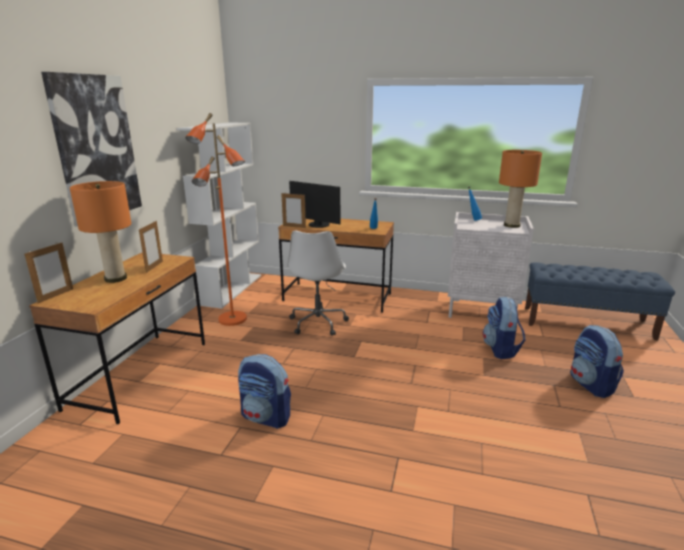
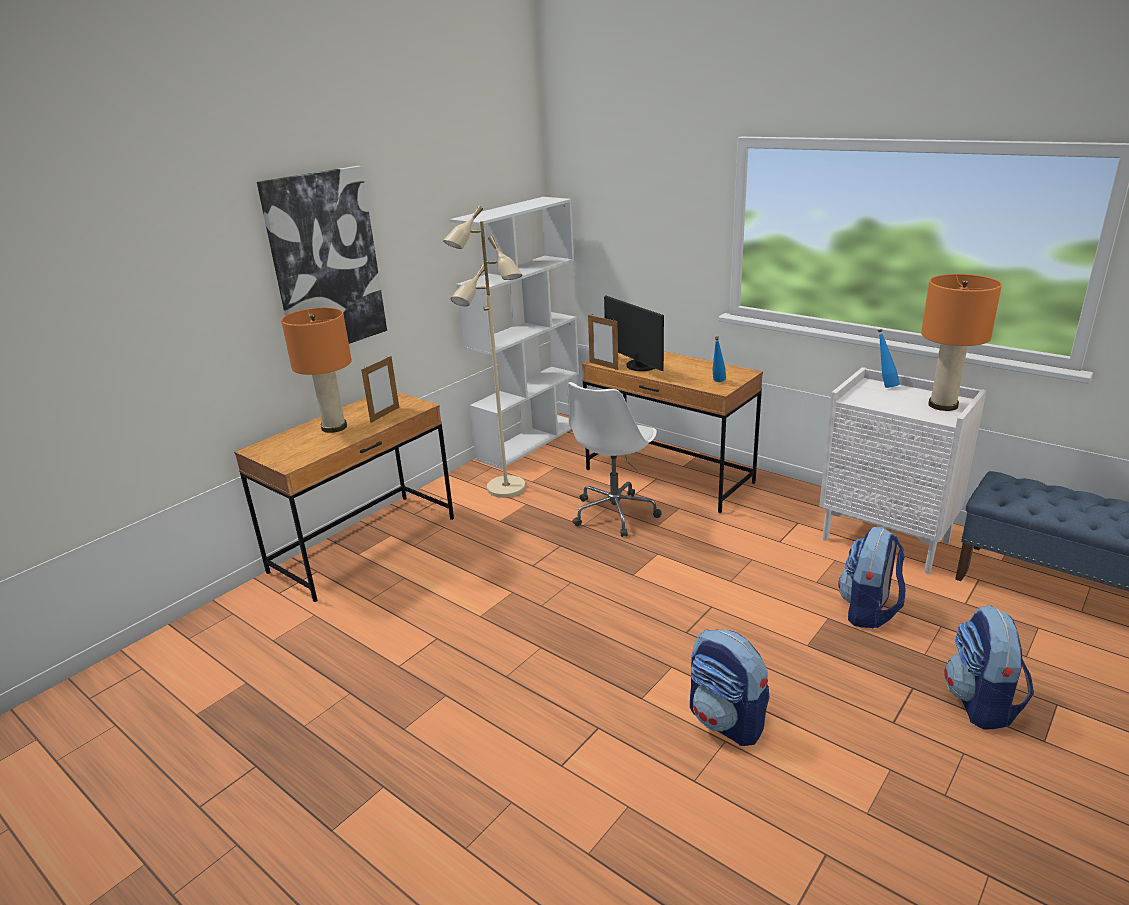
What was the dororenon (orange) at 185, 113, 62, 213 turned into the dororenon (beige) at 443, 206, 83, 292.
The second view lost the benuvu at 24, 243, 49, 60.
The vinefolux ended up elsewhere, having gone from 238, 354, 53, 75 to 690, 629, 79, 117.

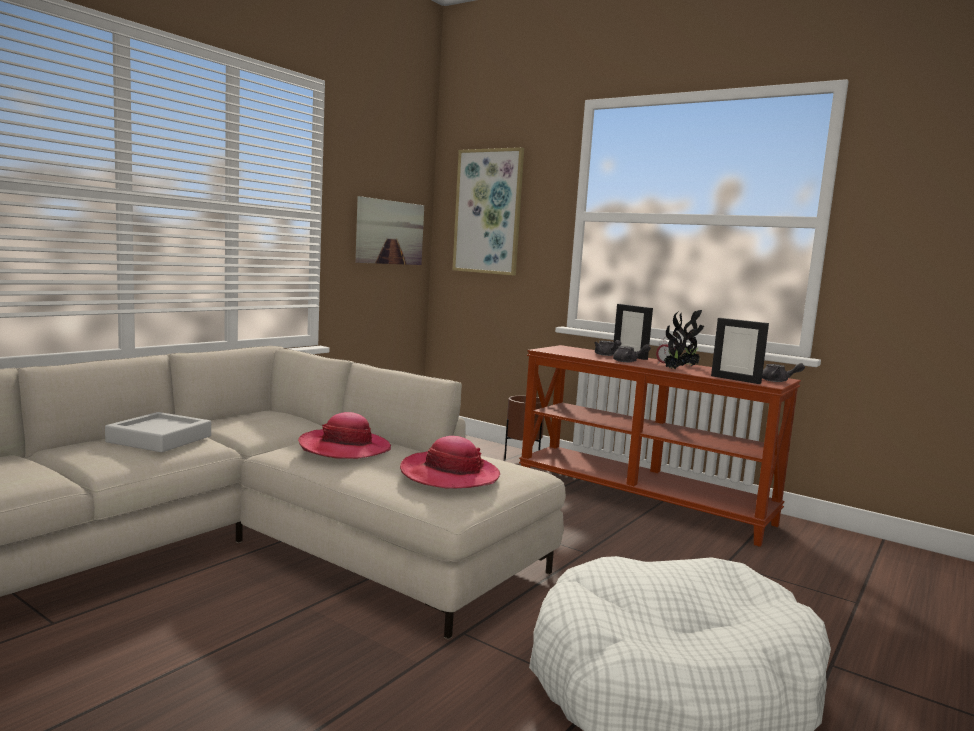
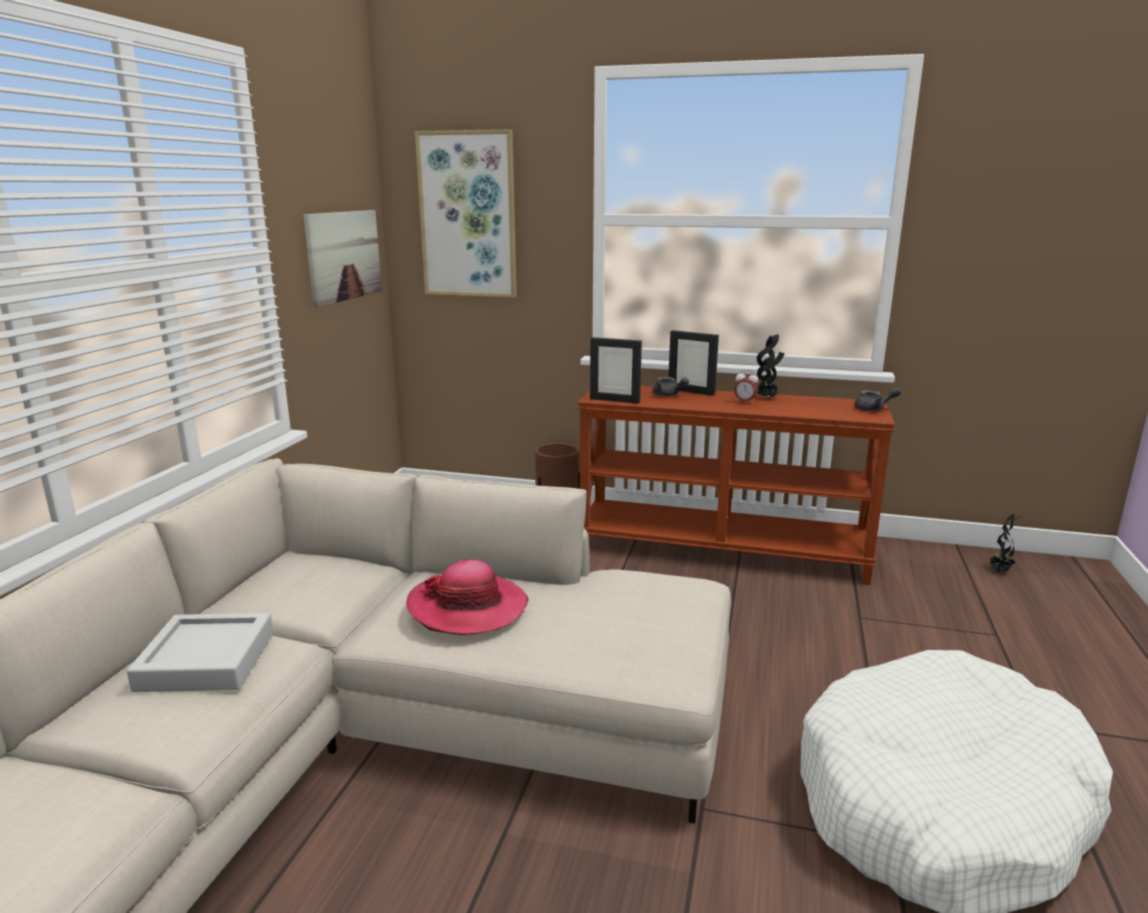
The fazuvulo ended up elsewhere, having gone from 664, 311, 24, 58 to 990, 514, 31, 59.
The benuvu ended up elsewhere, having gone from 711, 318, 58, 66 to 590, 337, 52, 67.
The second view lost the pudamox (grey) at 613, 344, 38, 18.
The second view lost the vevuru at 400, 436, 100, 53.

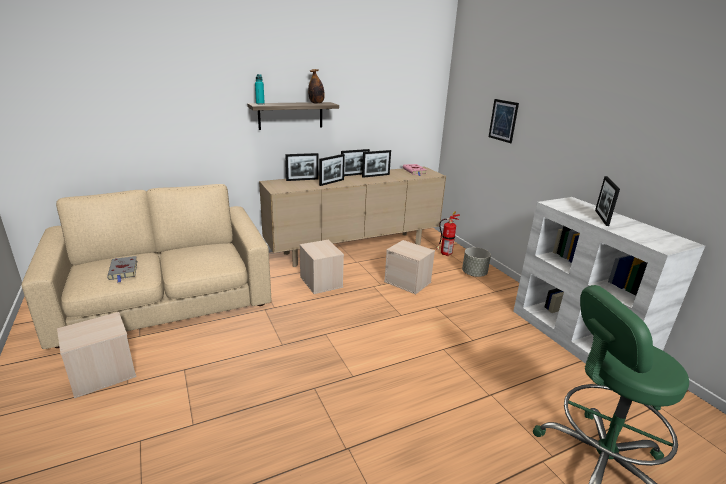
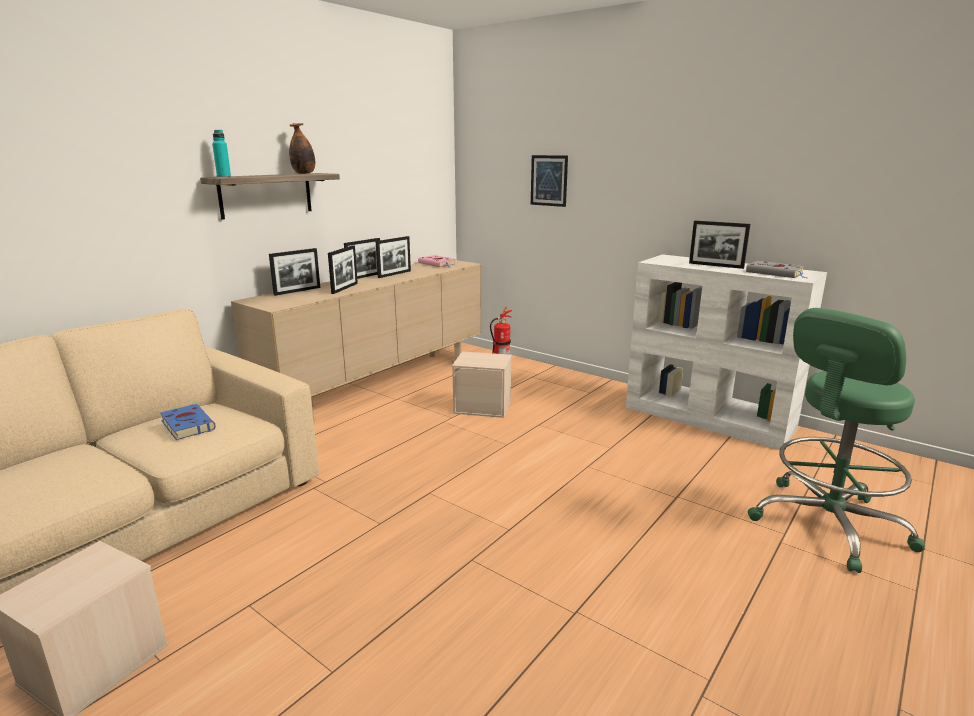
The benuvu at 595, 176, 25, 50 ended up facing another way, 45 degrees counterclockwise from before.
The second view lost the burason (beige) at 299, 240, 45, 54.
The second view lost the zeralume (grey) at 462, 247, 29, 30.
The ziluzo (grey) ended up elsewhere, having gone from 107, 256, 30, 27 to 746, 261, 60, 17.
The second view gained the ziluzo (blue) at 160, 404, 56, 36.

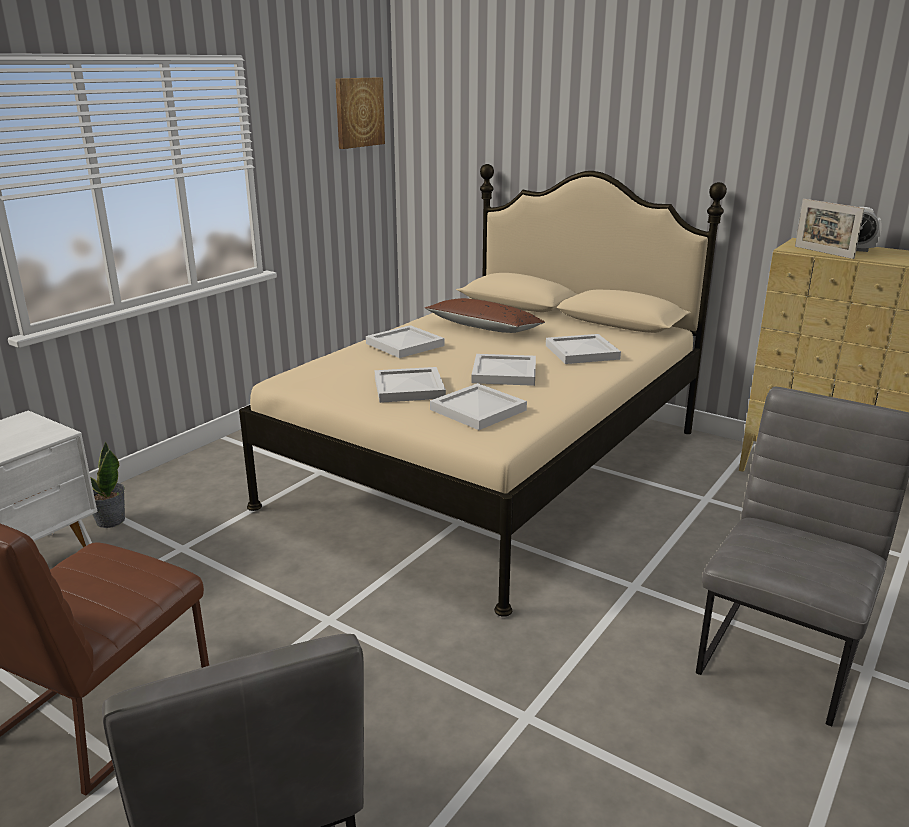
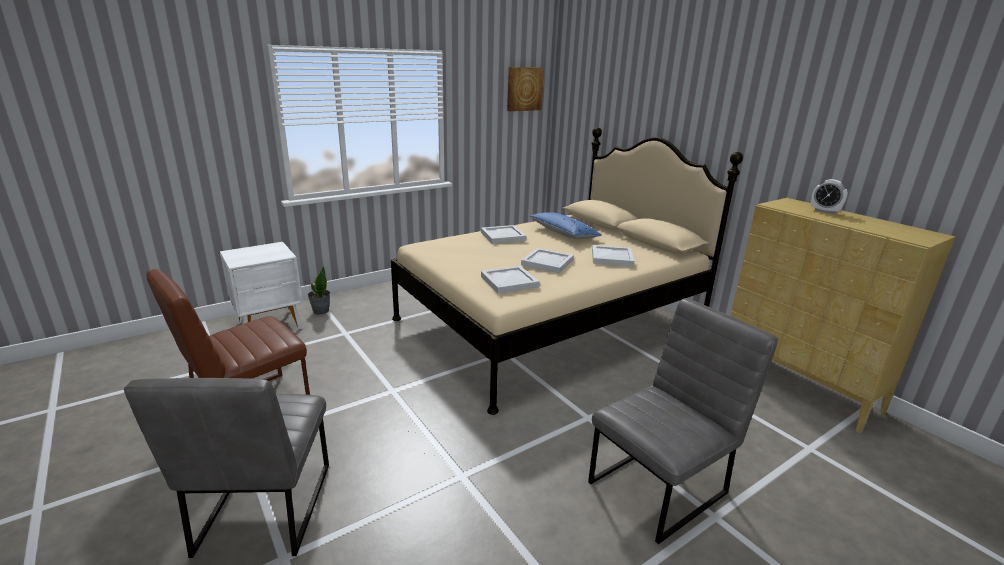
The second view lost the benuvu at 795, 199, 70, 60.
What was the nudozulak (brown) at 425, 298, 120, 35 turned into the nudozulak (blue) at 529, 212, 73, 27.
The second view lost the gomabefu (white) at 375, 367, 71, 36.

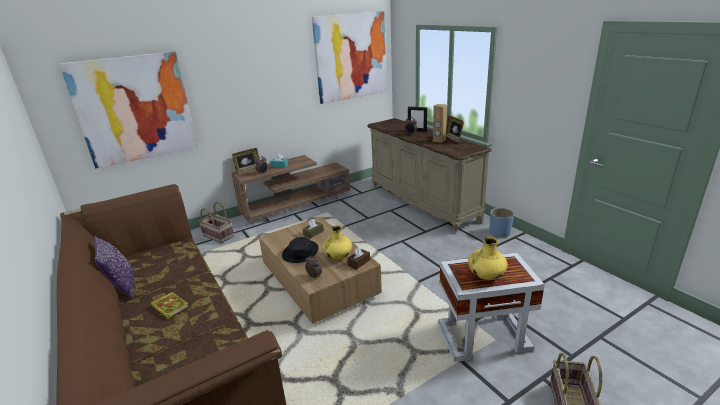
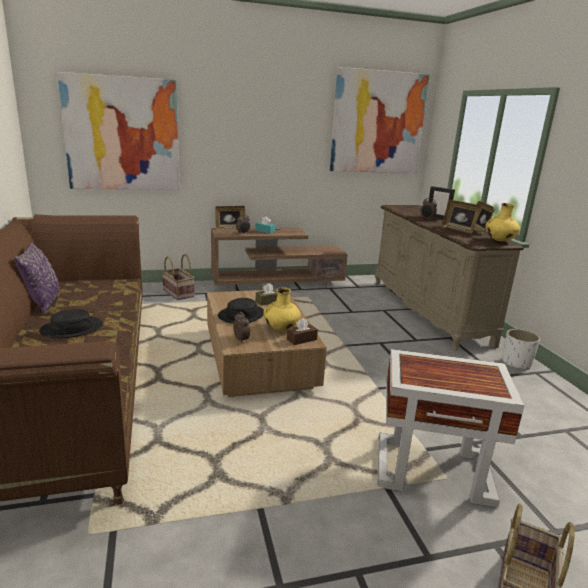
Where the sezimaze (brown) stood at 433, 104, 14, 39, the benuvu came to stand at 442, 200, 38, 34.
What was the zeralume (blue) at 489, 208, 25, 29 turned into the zeralume (white) at 502, 329, 38, 40.
The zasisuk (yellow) ended up elsewhere, having gone from 468, 236, 40, 44 to 485, 203, 35, 38.
Where the ziluzo stood at 150, 292, 38, 27, the vevuru (black) came to stand at 39, 309, 64, 29.

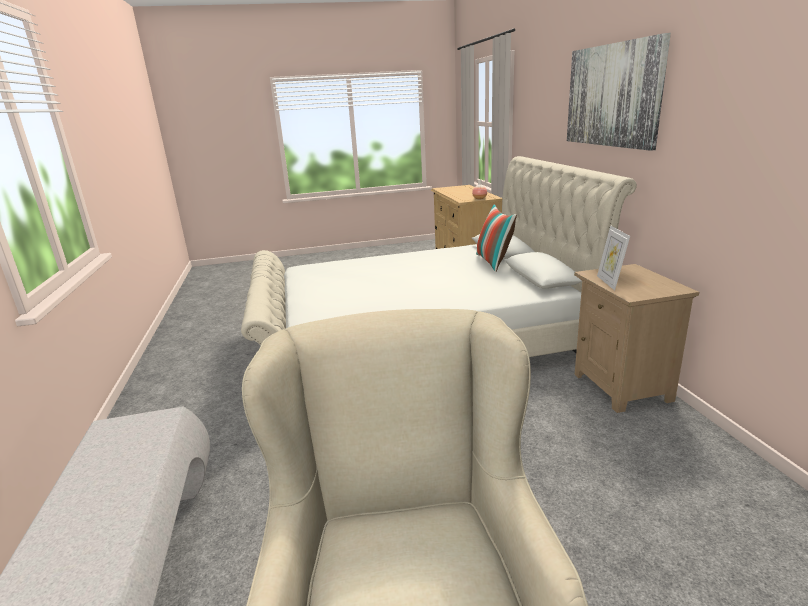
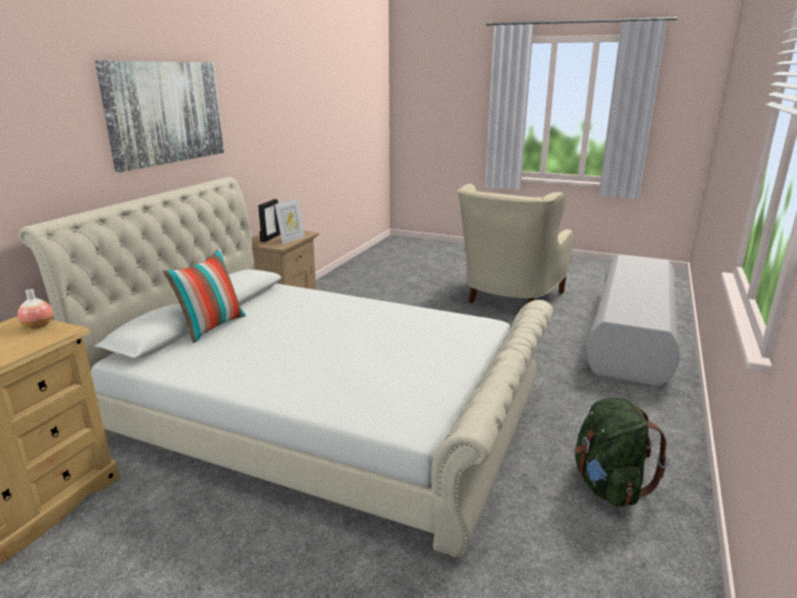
The second view gained the benuvu at 258, 199, 23, 43.
The second view gained the vinefolux (green) at 575, 398, 93, 109.

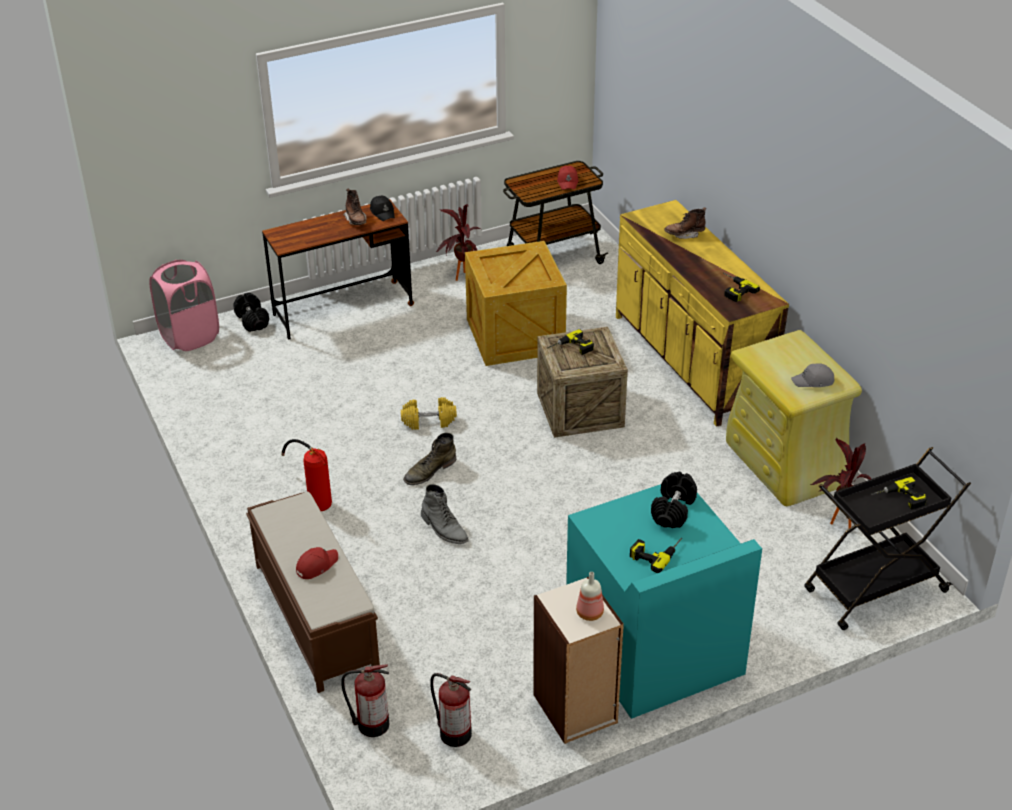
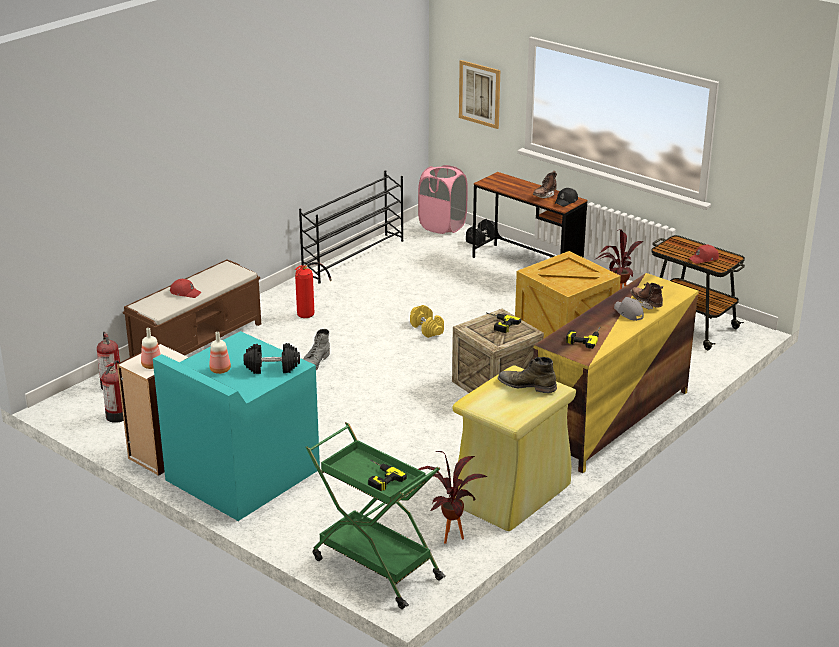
The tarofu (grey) ended up elsewhere, having gone from 791, 363, 43, 24 to 614, 297, 30, 24.
The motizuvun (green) ended up elsewhere, having gone from 403, 433, 53, 52 to 498, 357, 59, 36.
What was the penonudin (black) at 804, 447, 167, 183 turned into the penonudin (green) at 306, 422, 140, 187.
Where the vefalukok stood at 630, 538, 52, 35, the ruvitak came to stand at 209, 332, 22, 42.
The second view gained the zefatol at 459, 60, 41, 69.
The second view gained the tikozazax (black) at 299, 170, 104, 114.

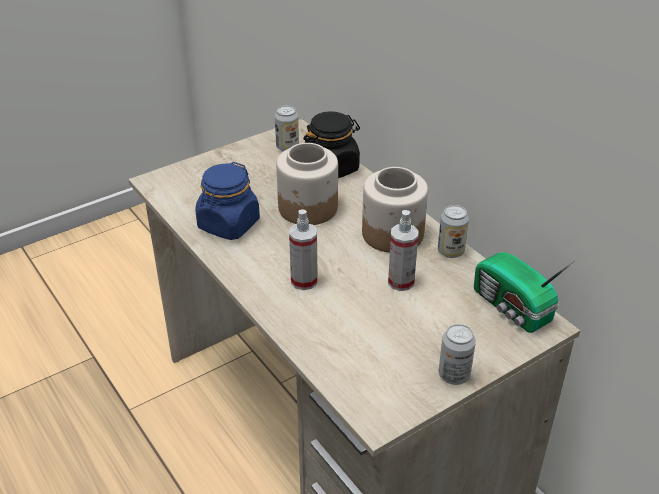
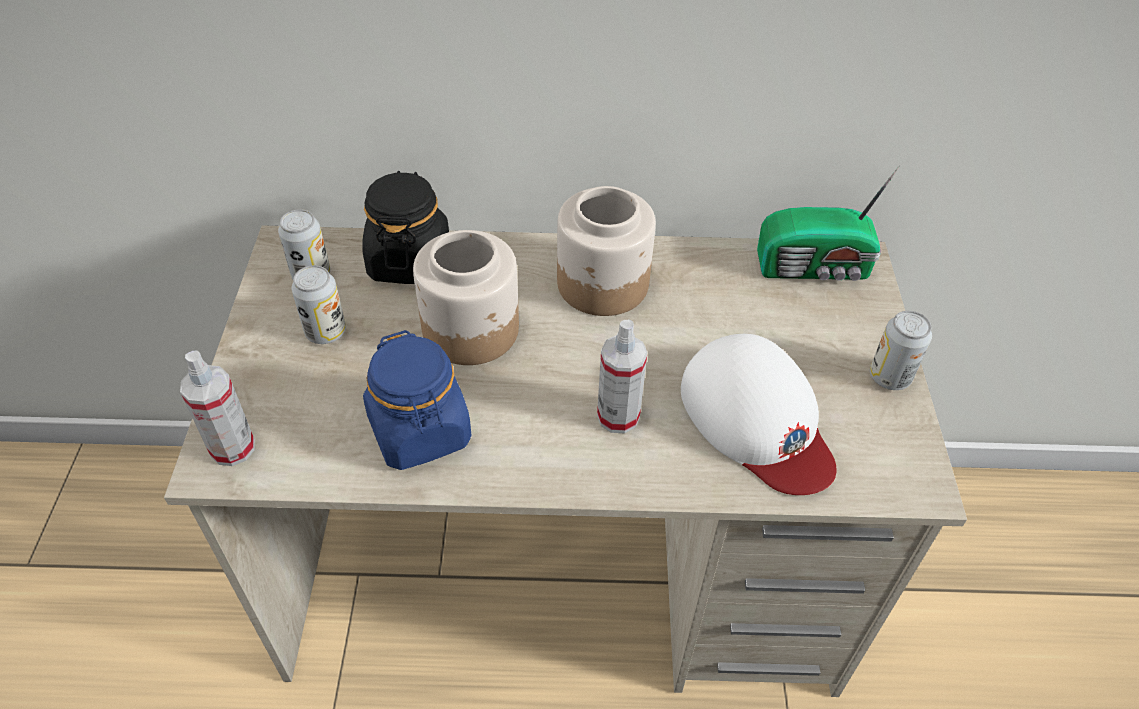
The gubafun ended up elsewhere, having gone from 438, 205, 31, 53 to 291, 265, 55, 79.
The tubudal ended up elsewhere, having gone from 388, 210, 31, 81 to 180, 351, 75, 115.
The second view gained the tarofu (white) at 681, 334, 156, 161.

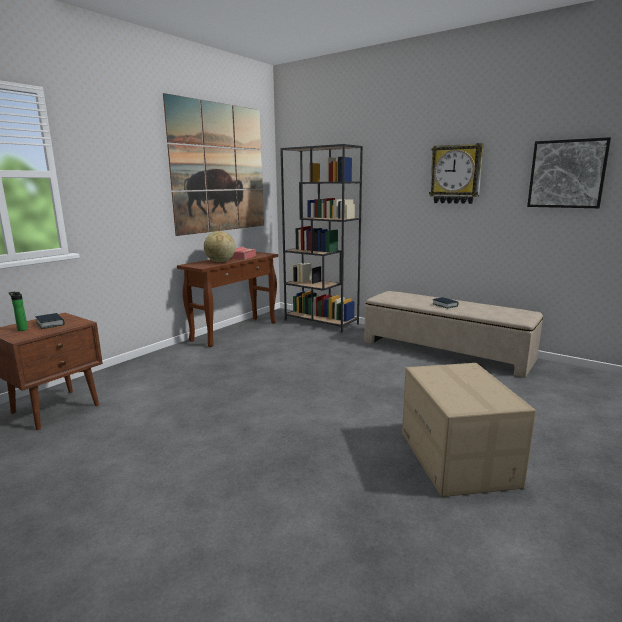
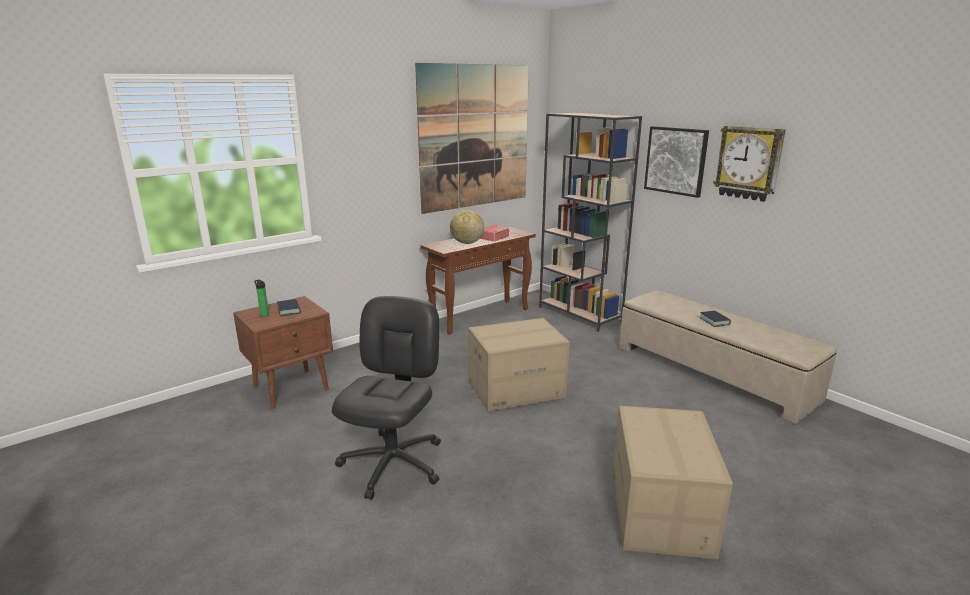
The zefatol ended up elsewhere, having gone from 527, 137, 84, 71 to 644, 126, 65, 72.
The second view gained the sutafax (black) at 332, 296, 109, 204.
The second view gained the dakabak at 468, 318, 102, 94.

